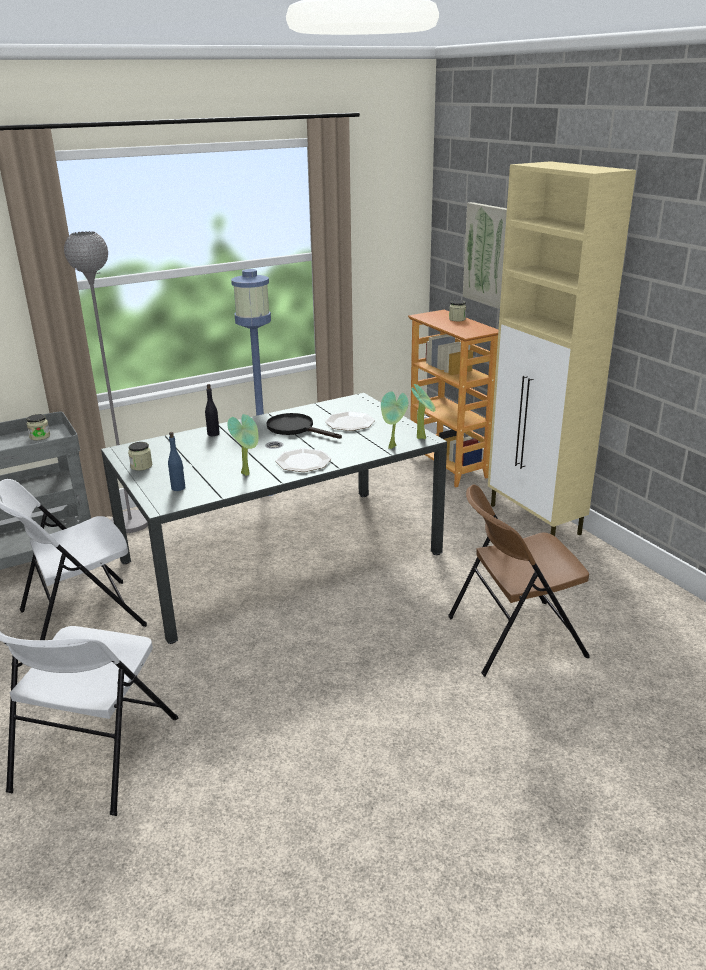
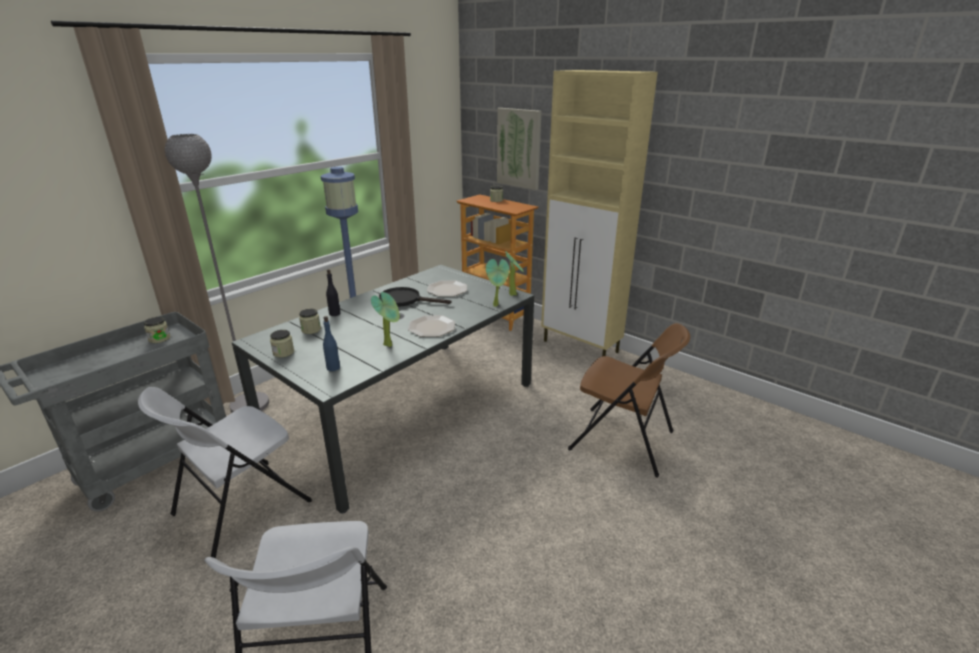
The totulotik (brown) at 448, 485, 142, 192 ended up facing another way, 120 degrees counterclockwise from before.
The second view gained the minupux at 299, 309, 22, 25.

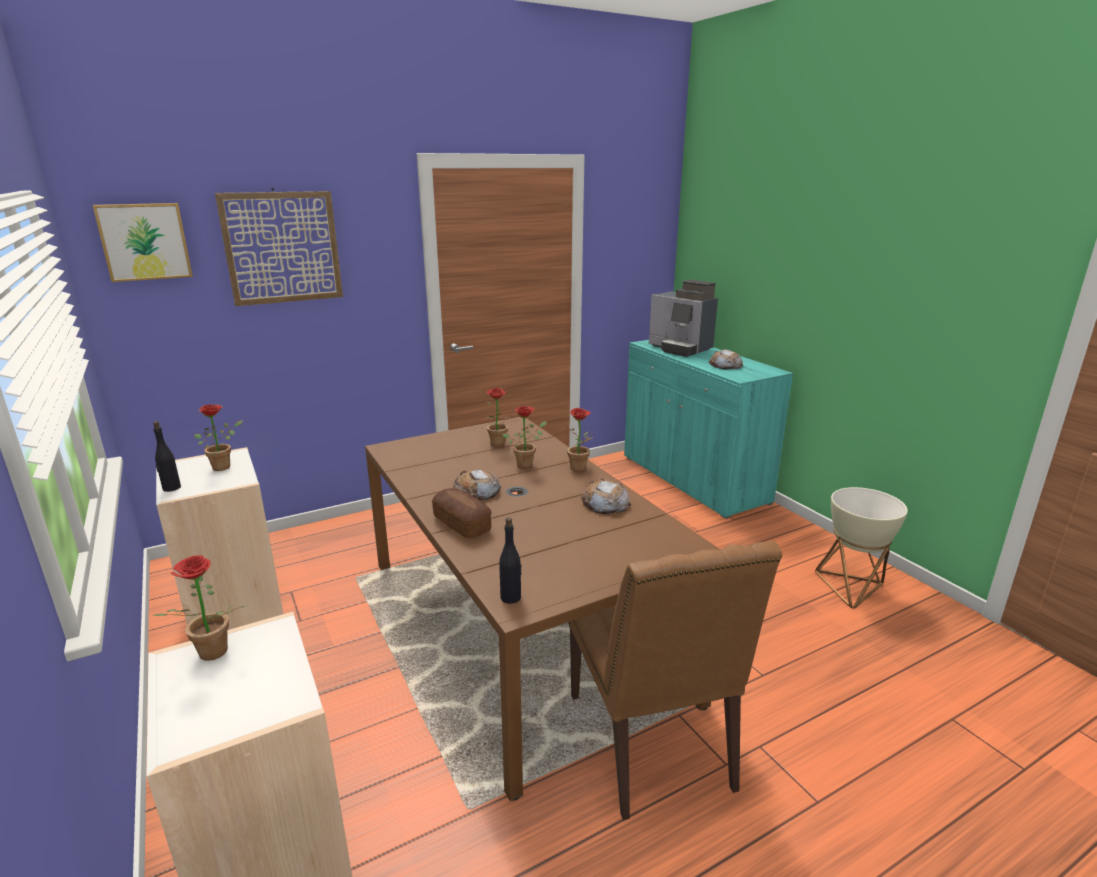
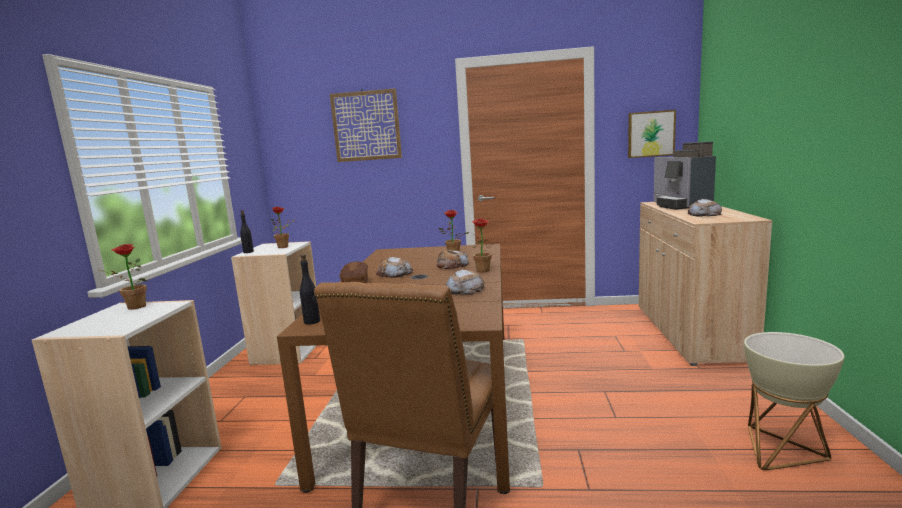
The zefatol ended up elsewhere, having gone from 92, 203, 101, 79 to 628, 110, 48, 48.
What was the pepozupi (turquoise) at 624, 340, 169, 179 turned into the pepozupi (beige) at 639, 202, 134, 164.
Where the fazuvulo stood at 502, 406, 45, 63, the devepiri came to stand at 437, 250, 32, 19.

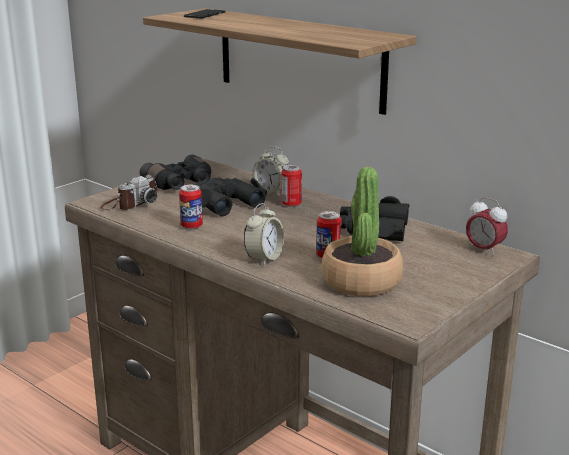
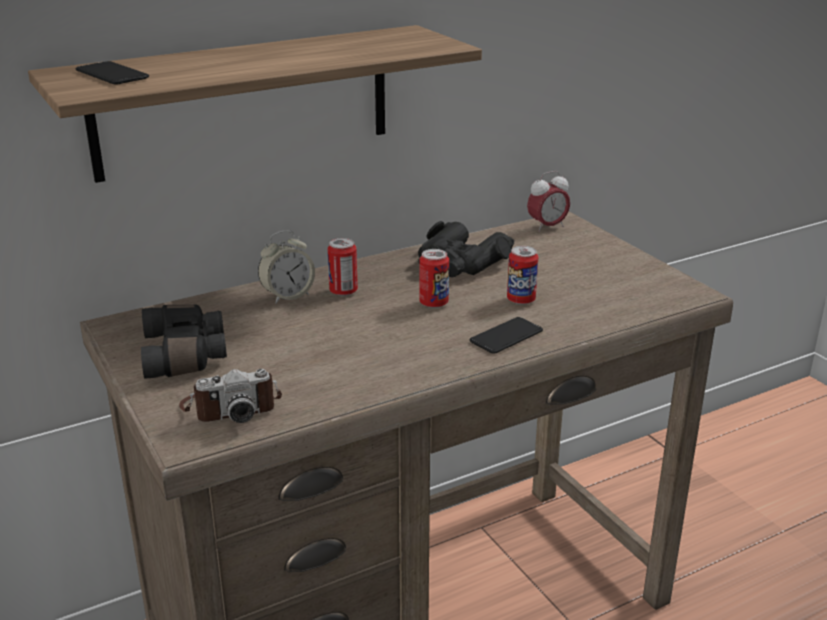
The second view lost the fazuvulo at 322, 167, 81, 130.
The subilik at 100, 175, 57, 35 ended up facing another way, 105 degrees clockwise from before.
The second view lost the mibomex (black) at 195, 178, 72, 38.
The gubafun ended up elsewhere, having gone from 179, 185, 24, 44 to 419, 249, 30, 59.
Where the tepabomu stood at 244, 203, 40, 62, the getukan came to stand at 470, 317, 73, 37.

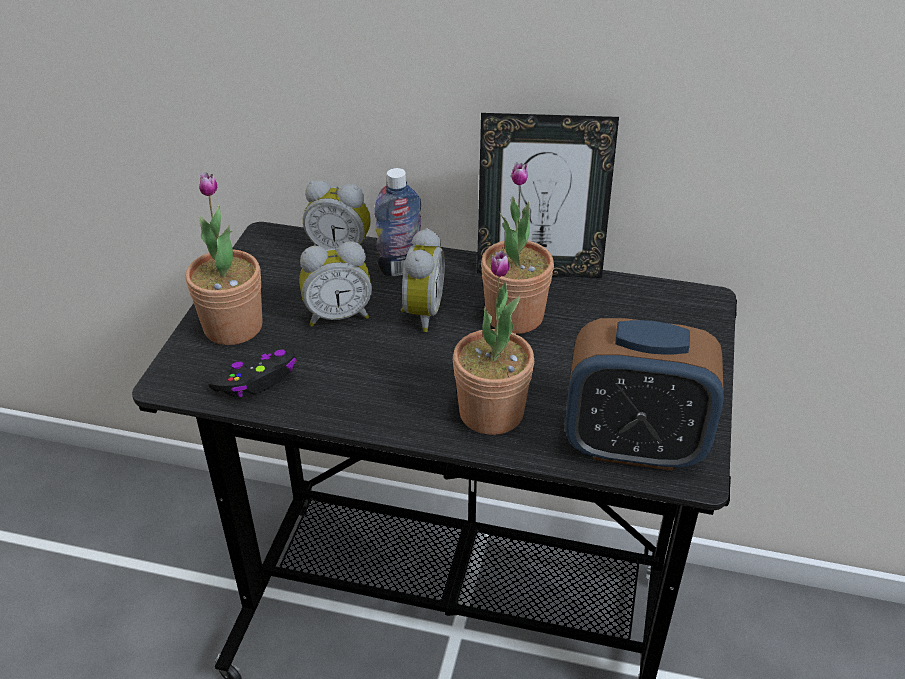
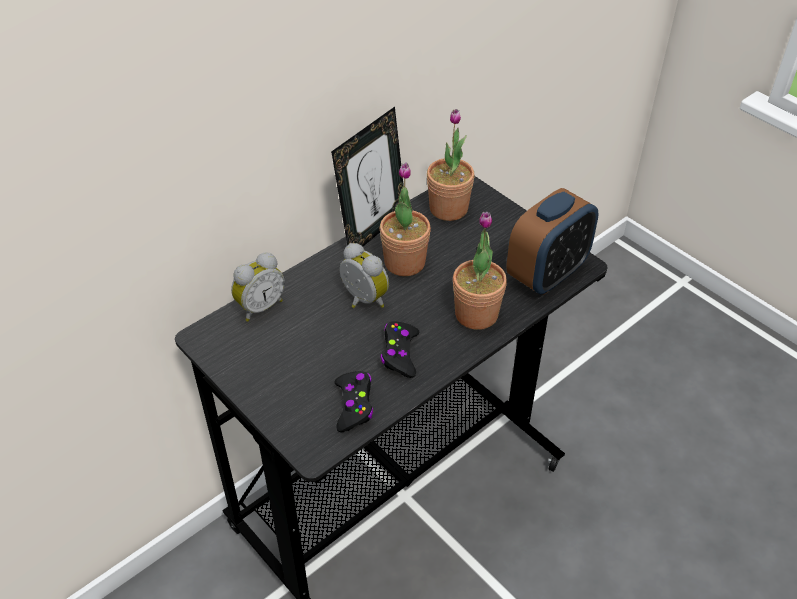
The second view lost the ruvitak at 374, 168, 48, 108.
The fazuvulo ended up elsewhere, having gone from 186, 172, 76, 173 to 427, 109, 48, 112.
The second view lost the tepabomu at 299, 241, 73, 86.
The second view gained the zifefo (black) at 380, 322, 39, 56.

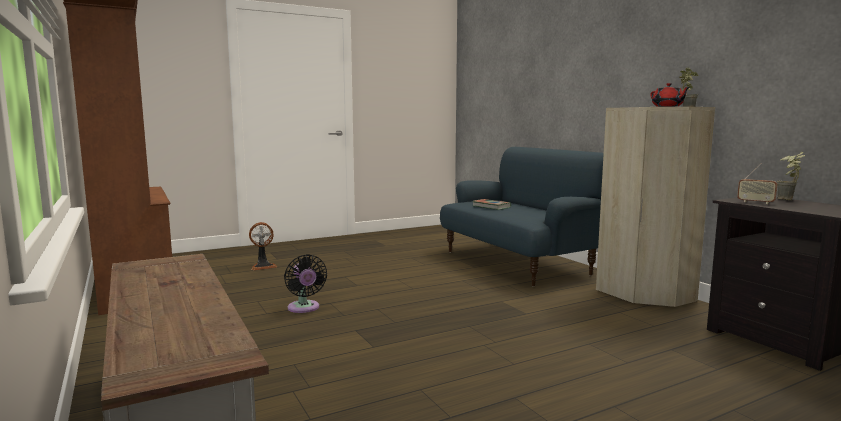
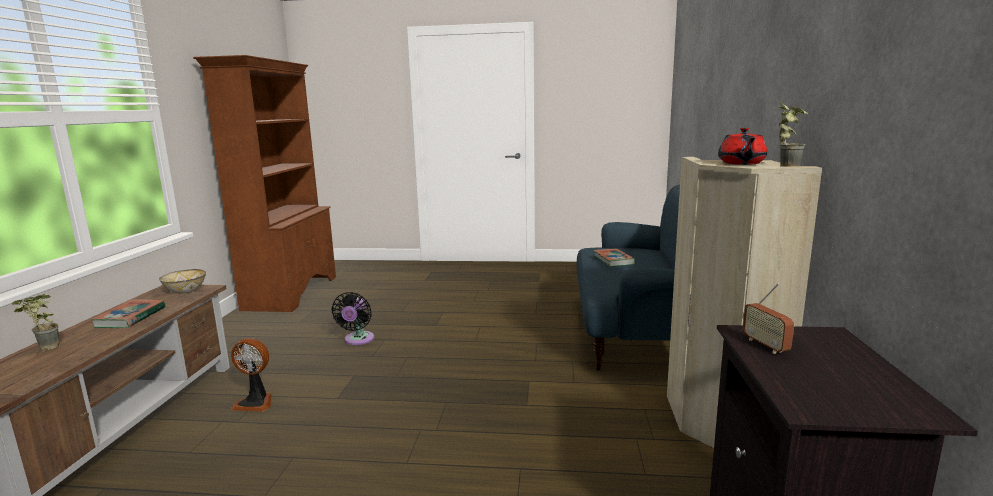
The fazuvulo ended up elsewhere, having gone from 777, 152, 29, 48 to 12, 294, 48, 57.
The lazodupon ended up elsewhere, having gone from 249, 222, 28, 48 to 231, 338, 41, 74.
The second view gained the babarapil at 159, 269, 47, 24.
The second view gained the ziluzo at 90, 299, 76, 29.

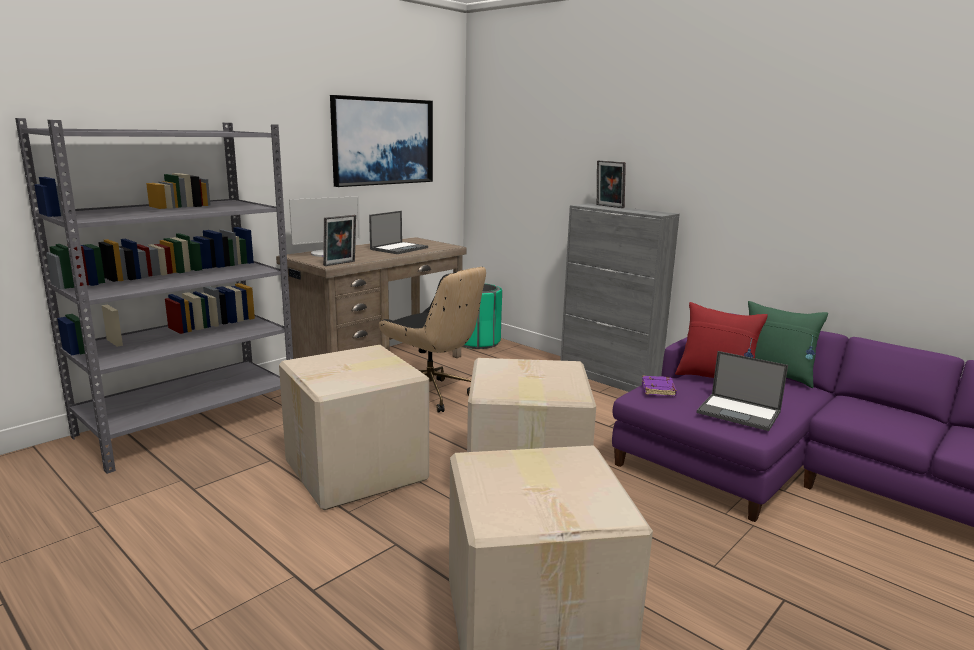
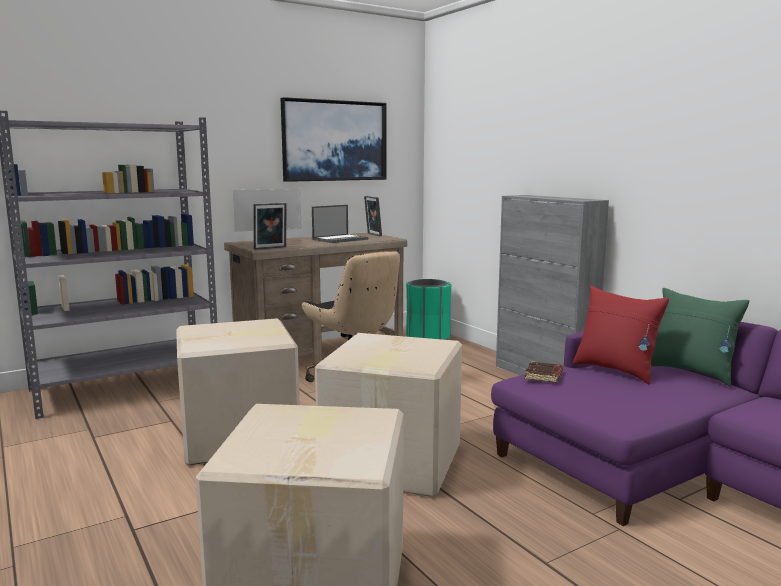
The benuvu ended up elsewhere, having gone from 597, 160, 29, 48 to 364, 196, 18, 40.
The second view lost the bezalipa at 697, 351, 91, 80.
What was the ziluzo (purple) at 642, 375, 35, 21 turned into the ziluzo (brown) at 525, 361, 38, 22.

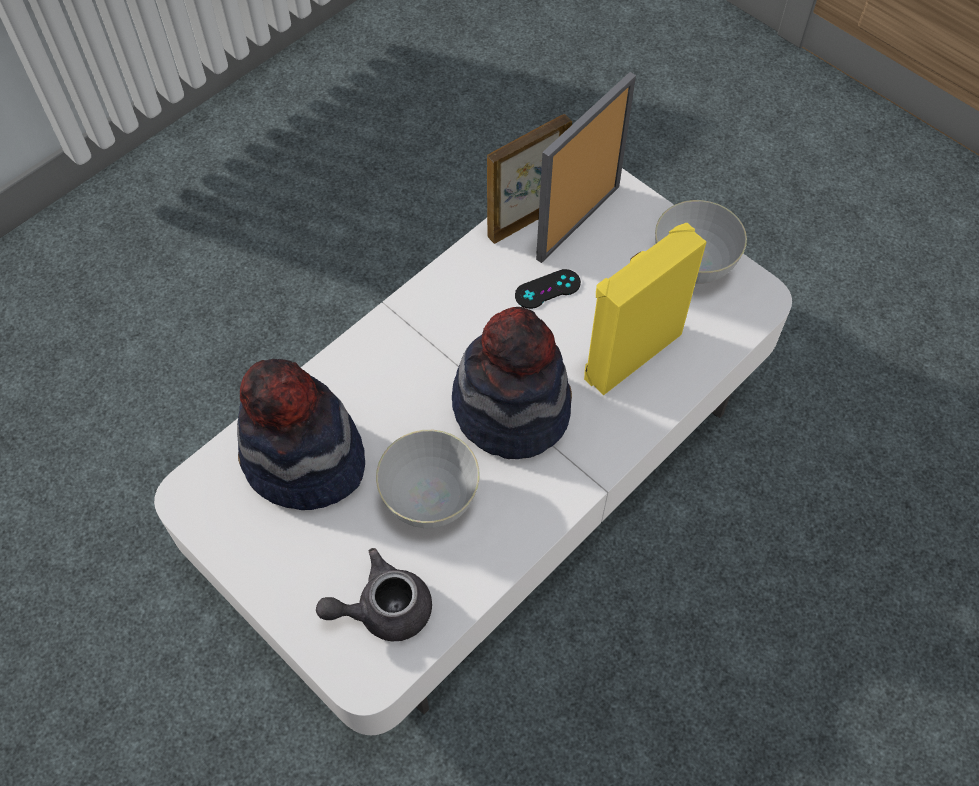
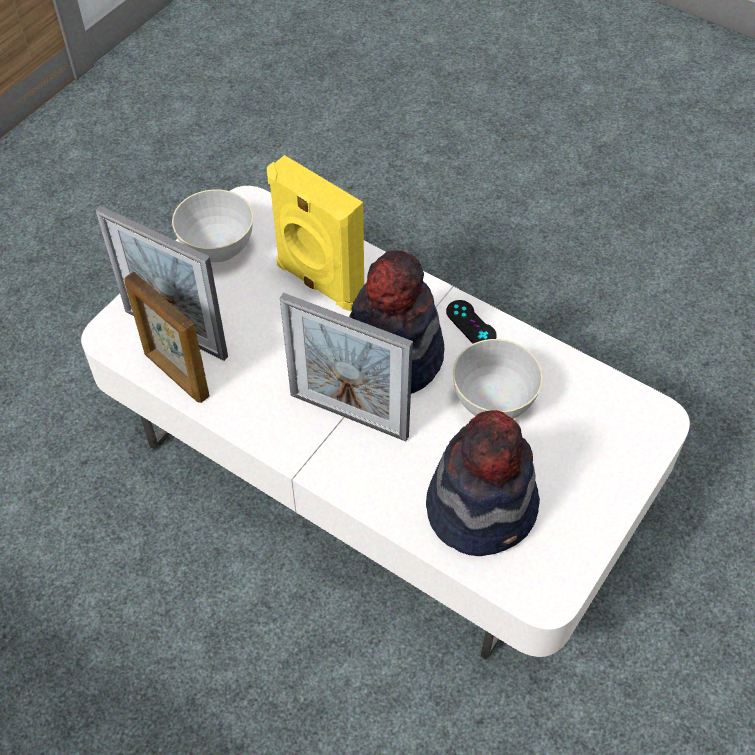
The zifefo (black) ended up elsewhere, having gone from 515, 269, 66, 40 to 446, 300, 51, 43.
The second view lost the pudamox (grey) at 316, 548, 116, 93.
The second view gained the benuvu at 280, 293, 133, 149.

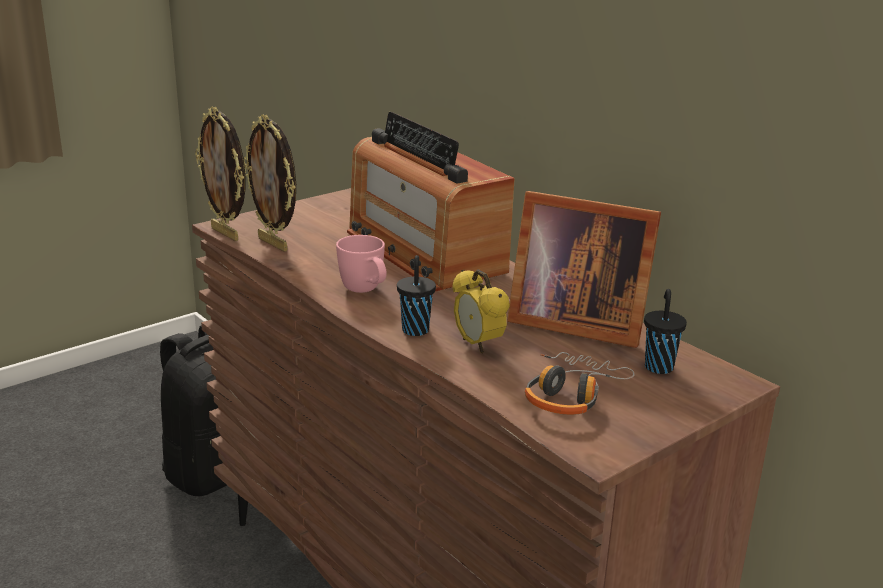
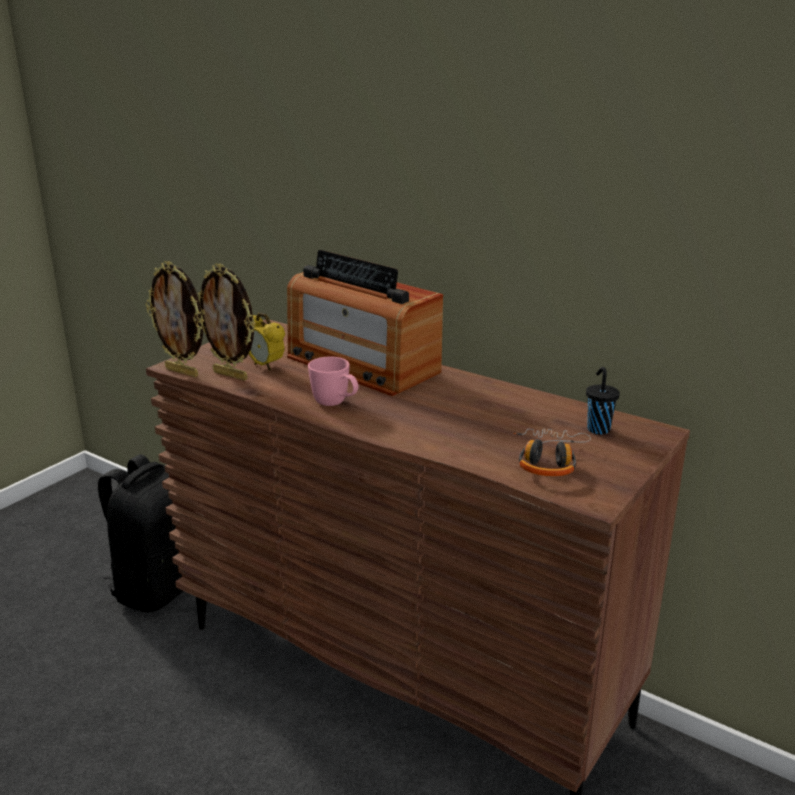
The second view lost the benuvu at 507, 191, 154, 157.
The second view lost the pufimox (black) at 397, 255, 39, 81.
The tepabomu ended up elsewhere, having gone from 452, 269, 58, 85 to 248, 312, 37, 59.

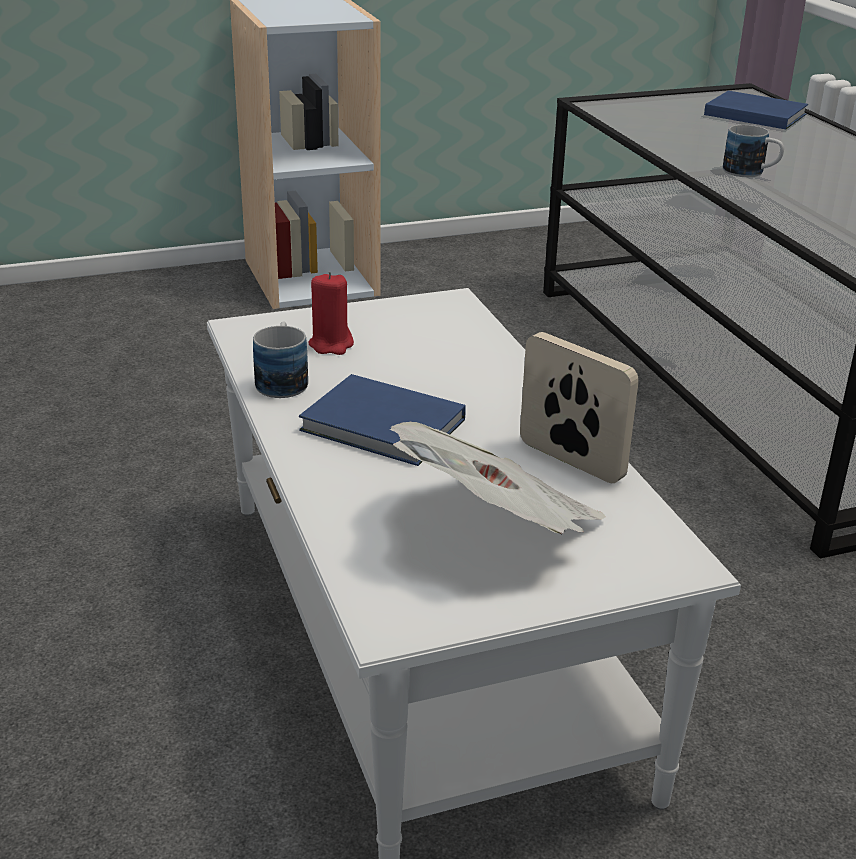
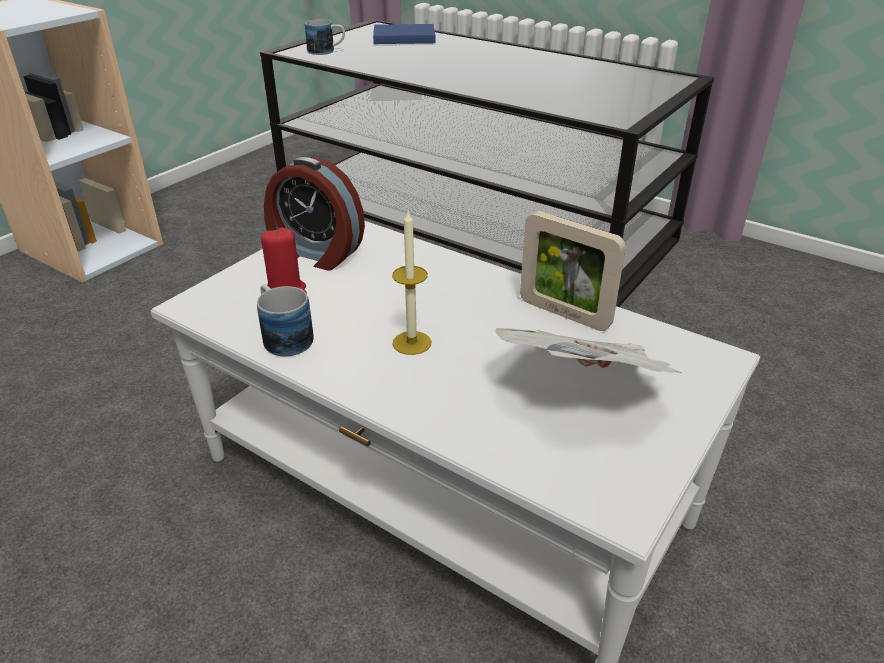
The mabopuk ended up elsewhere, having gone from 723, 125, 61, 52 to 305, 19, 40, 36.
The benuvu at 520, 332, 119, 151 ended up facing another way, 150 degrees counterclockwise from before.
Where the ziluzo (blue) stood at 299, 374, 167, 92, the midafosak came to stand at 392, 211, 39, 144.
The second view gained the tepabomu at 264, 157, 101, 114.

